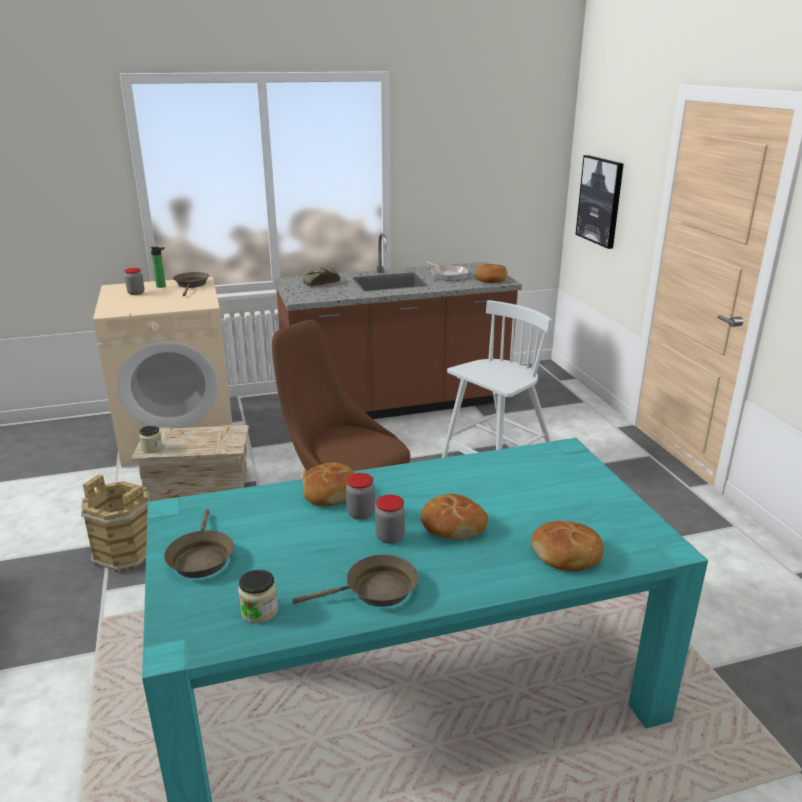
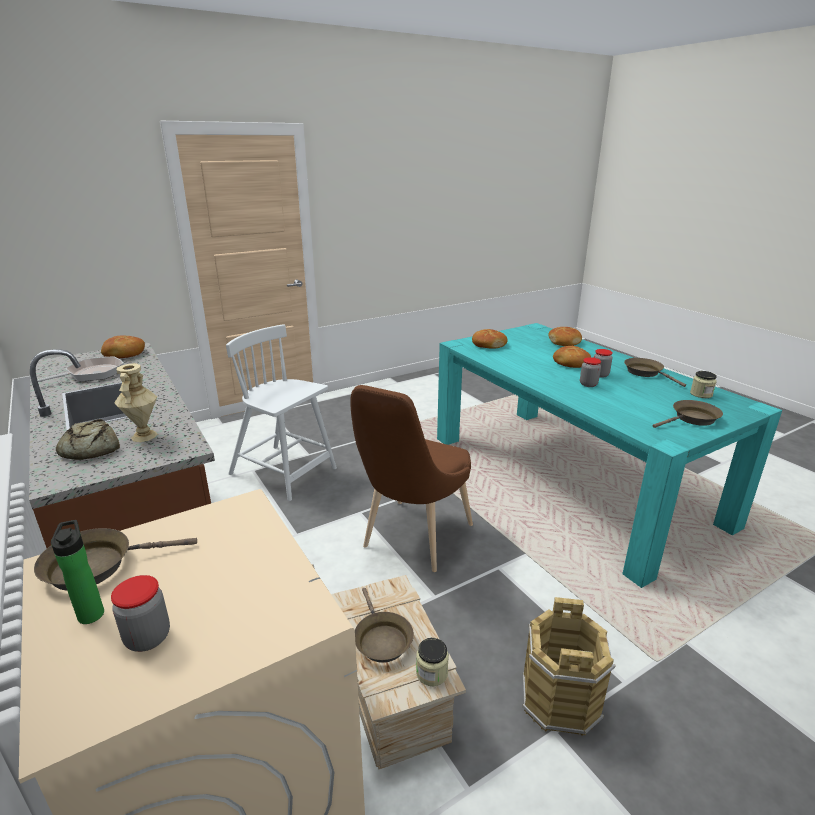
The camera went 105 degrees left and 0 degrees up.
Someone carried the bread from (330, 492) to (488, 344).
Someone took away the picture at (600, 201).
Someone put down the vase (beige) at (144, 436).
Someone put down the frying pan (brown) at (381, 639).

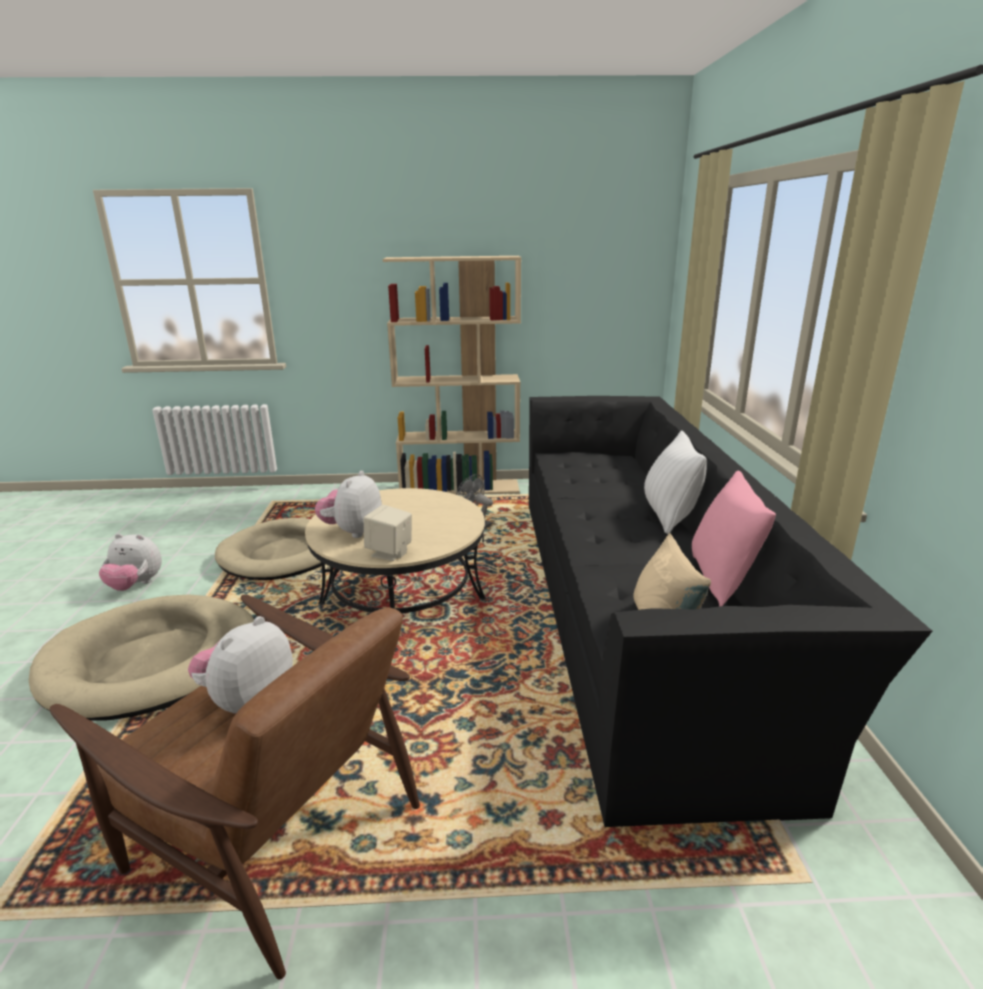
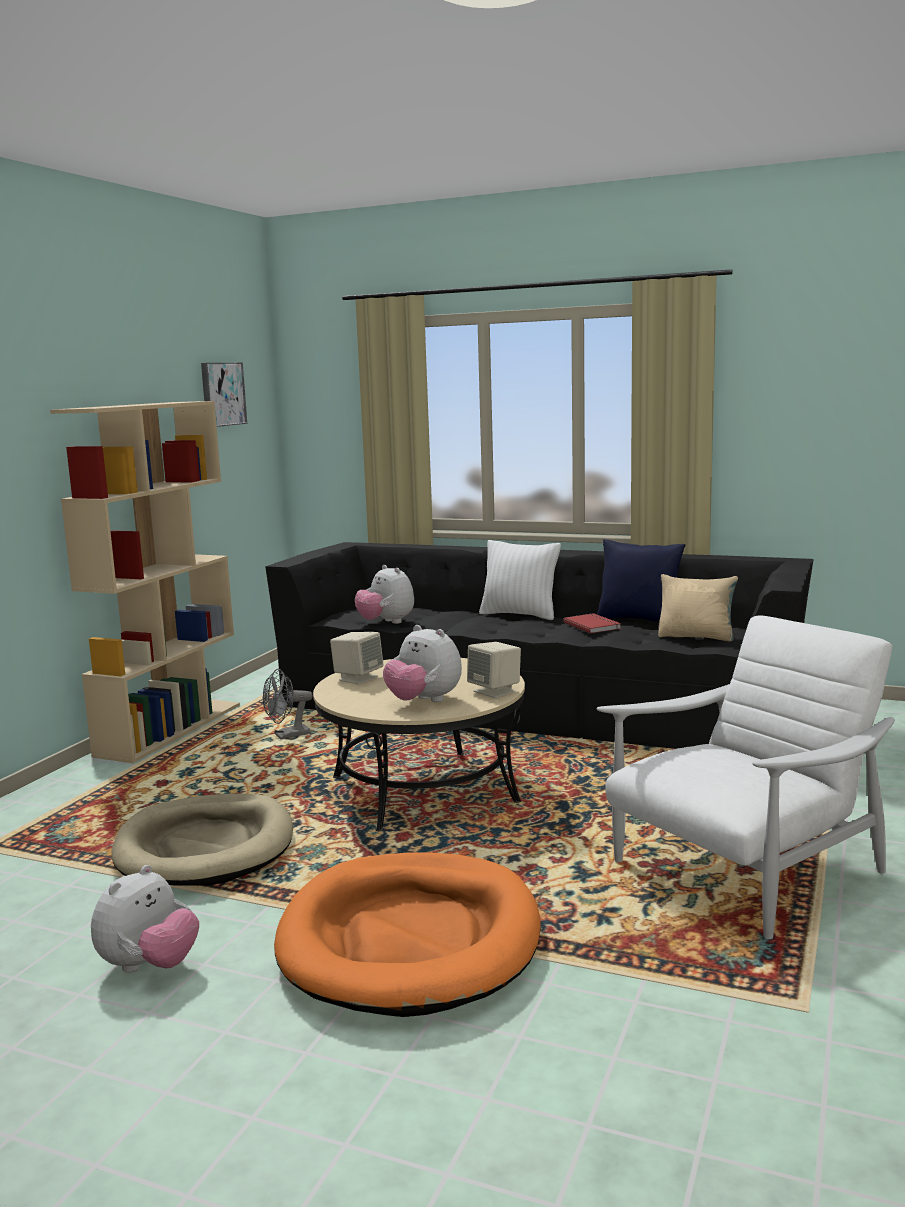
The camera went 65 degrees left and 10 degrees down.
Someone repainted the dog bed (beige) at (153, 661), which became the dog bed (orange) at (410, 939).
Someone repainted the armchair (brown) at (272, 830), which became the armchair (white) at (744, 871).
Someone carried the plush toy from (248, 700) to (386, 623).
Someone repainted the pillow (pink) at (722, 580), which became the pillow (blue) at (639, 621).
Someone put up the picture at (222, 394).
Someone put down the speaker (beige) at (358, 678).
Someone put down the book (red) at (593, 625).

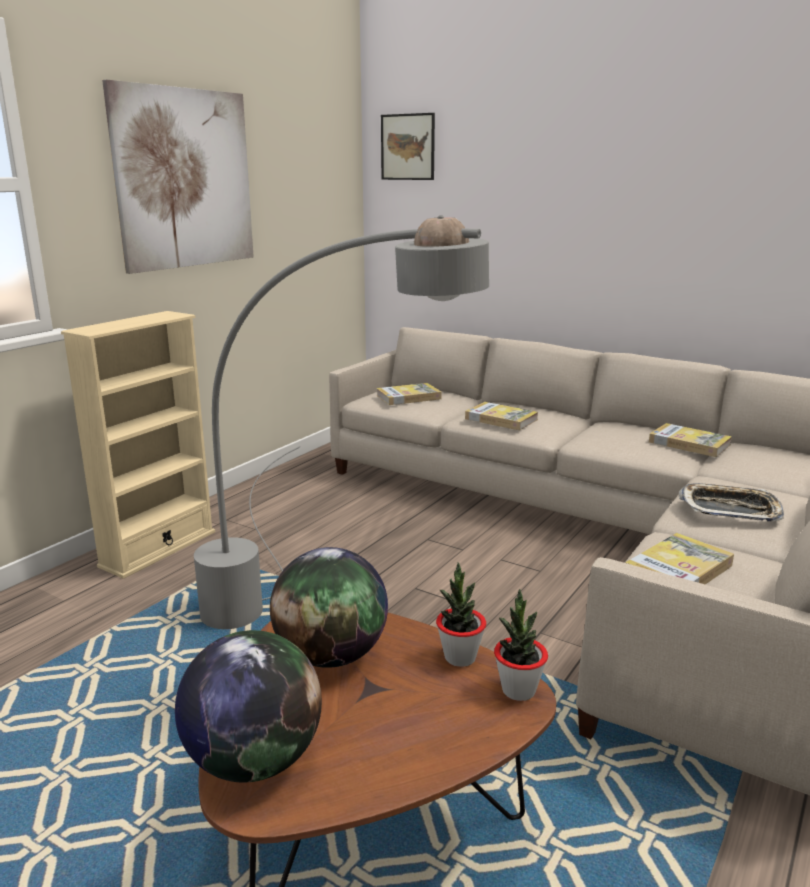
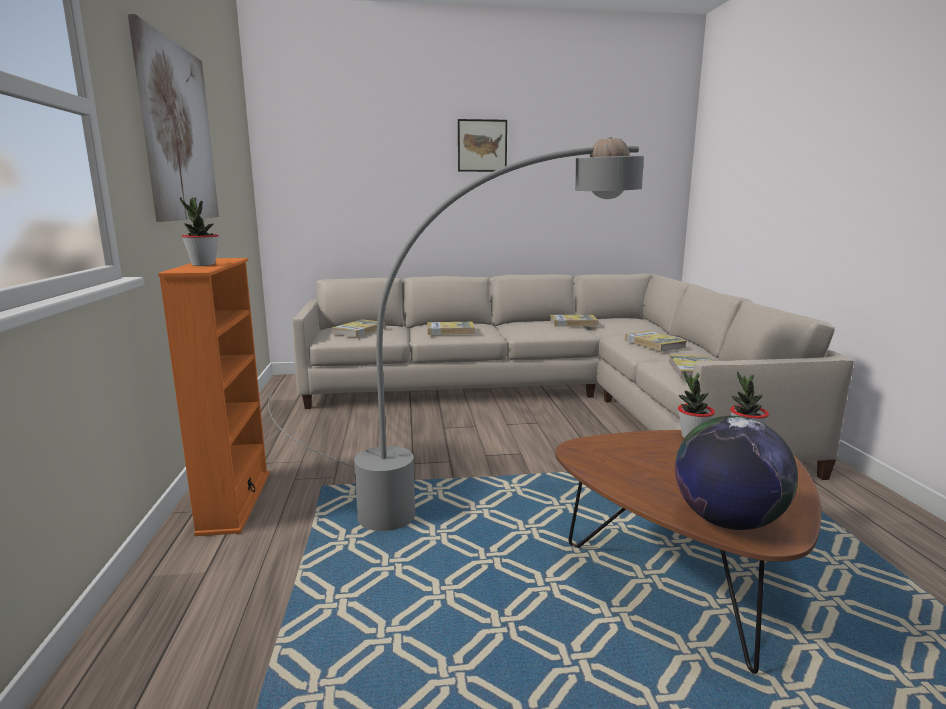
The camera went 40 degrees left and 5 degrees down.
Someone repainted the bookcase (beige) at (158, 549), which became the bookcase (orange) at (235, 502).
Someone took away the globe at (331, 656).
Someone carried the picture from (408, 147) to (482, 145).
Someone swapped the tray at (730, 509) for the book at (654, 344).
Someone put down the potted plant at (203, 264).

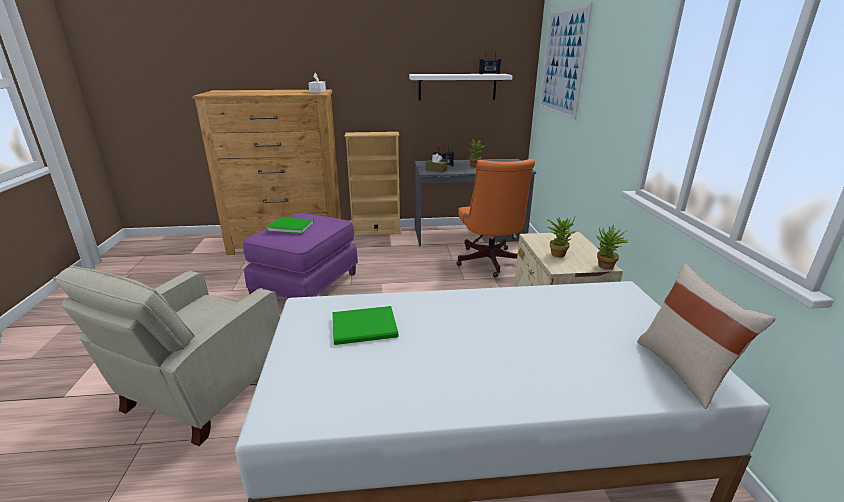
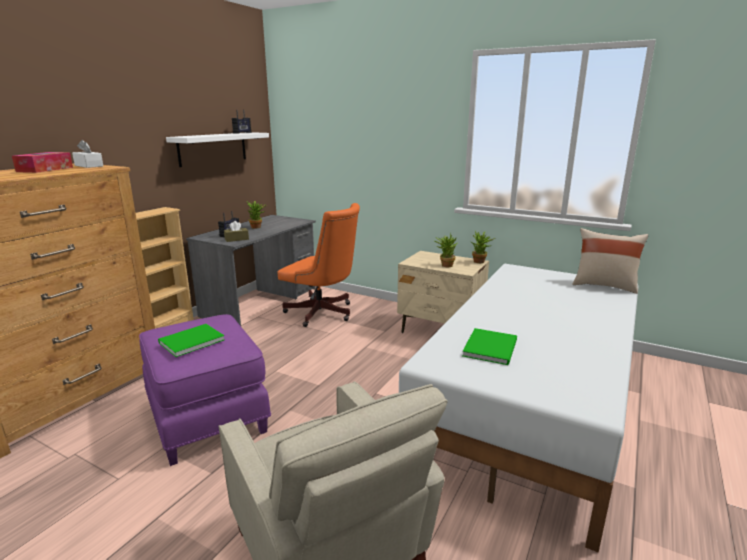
The camera went 55 degrees left and 5 degrees down.
Someone took away the picture at (563, 62).
Someone put down the tissue box at (45, 169).

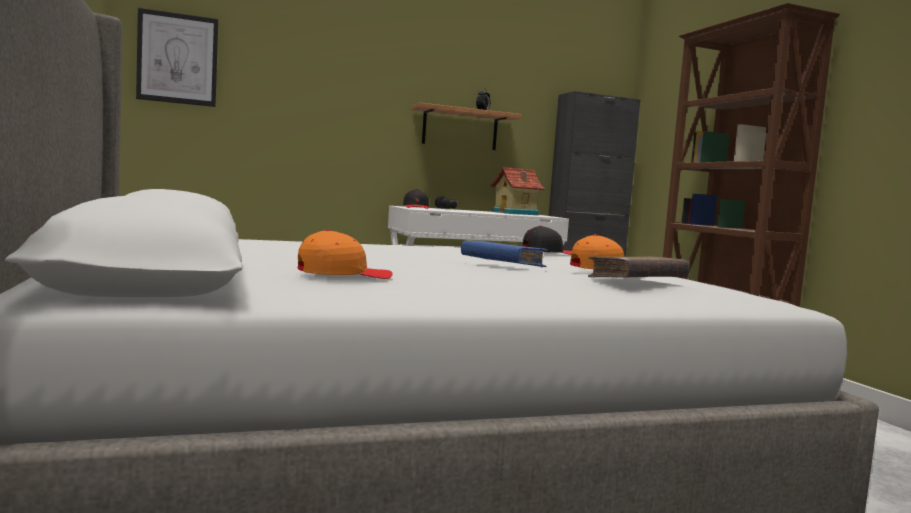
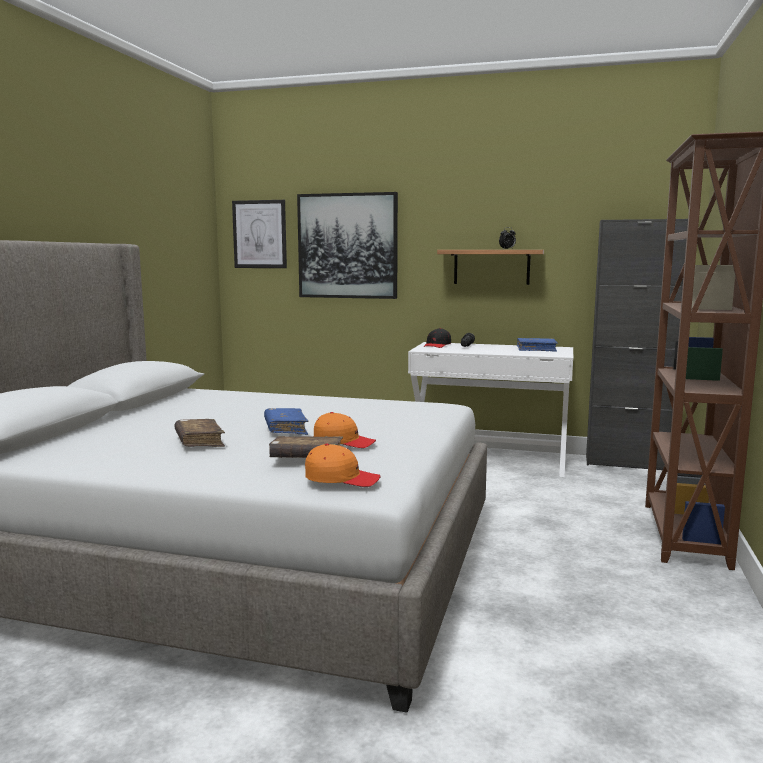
The camera went 35 degrees right and 5 degrees up.
Someone carried the cap (orange) from (343, 275) to (341, 478).
Someone swapped the toy house at (516, 213) for the book (blue) at (536, 349).
Someone took away the cap (black) at (548, 253).
Someone put down the book (brown) at (199, 441).
Someone put up the picture at (347, 246).

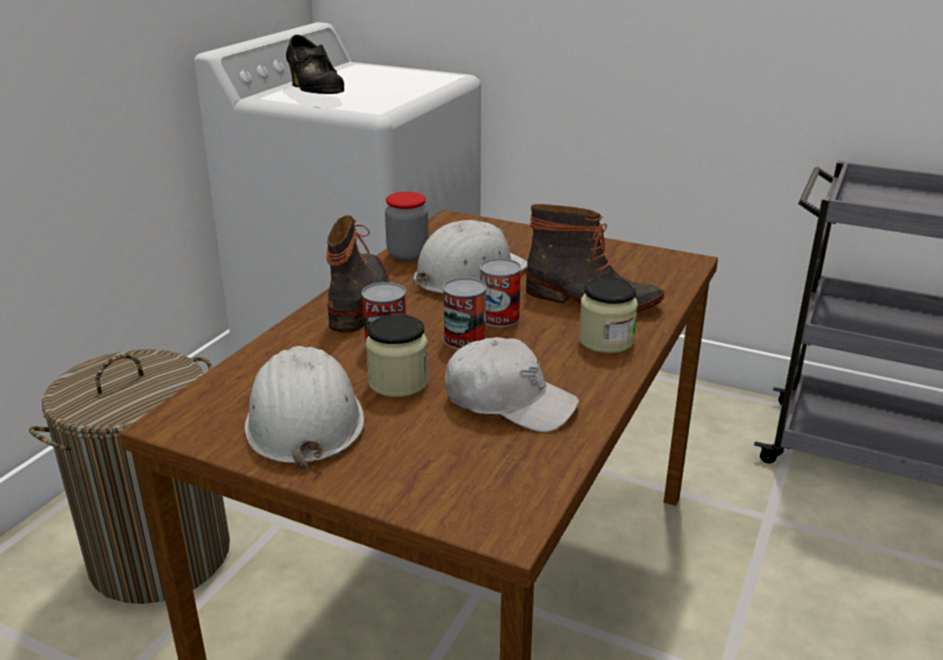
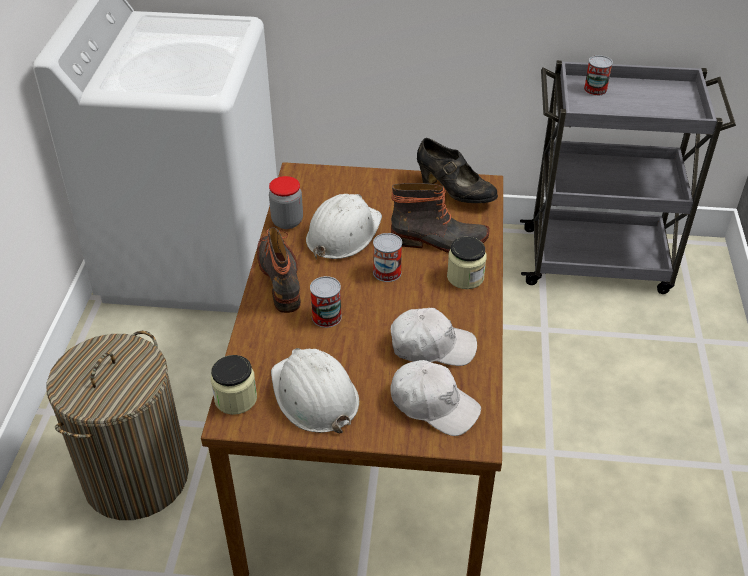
The camera went 20 degrees left and 15 degrees up.
Someone carried the shoe (black) from (315, 93) to (454, 192).
Someone carried the jar from (398, 382) to (235, 399).
Someone carried the can from (464, 339) to (595, 89).
Someone put down the cap (white) at (433, 405).

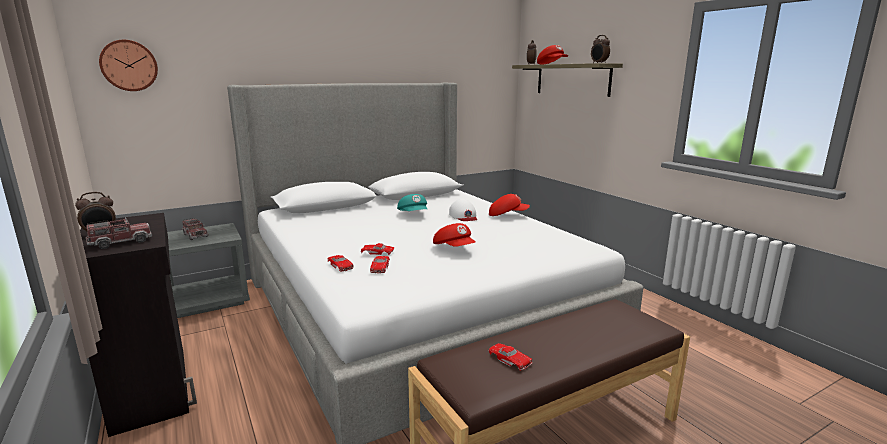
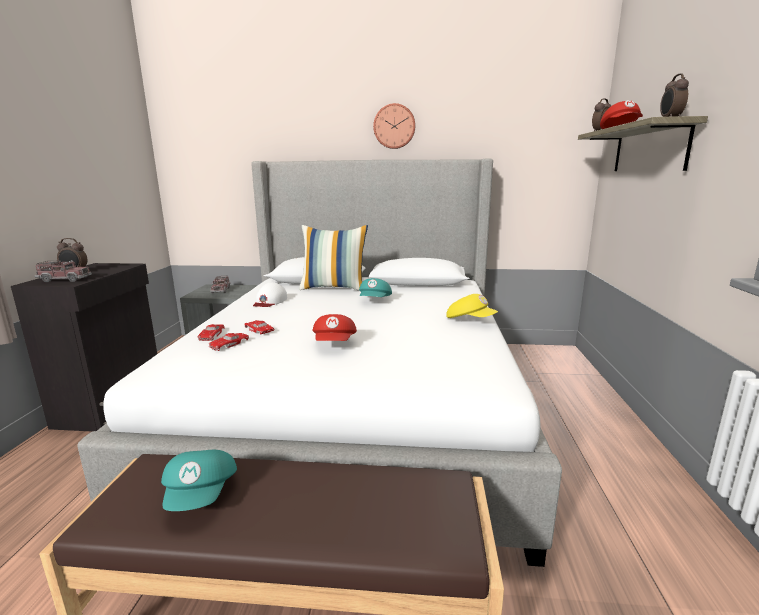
The camera went 35 degrees right and 0 degrees up.
Someone carried the wall clock from (129, 65) to (394, 126).
Someone carried the cap (white) from (463, 216) to (269, 301).
Someone repainted the cap (red) at (507, 215), which became the cap (yellow) at (470, 320).
Someone swapped the toy car (red) at (509, 359) for the cap (turquoise) at (202, 494).
Someone put down the pillow at (334, 288).

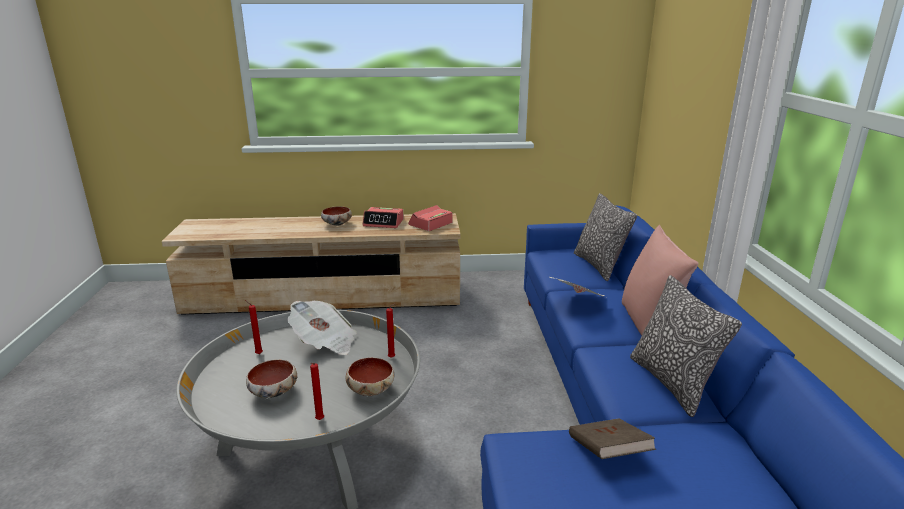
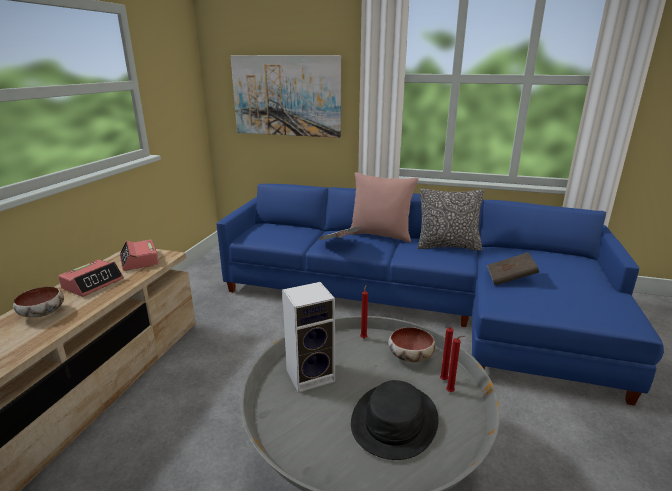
The camera went 70 degrees left and 0 degrees up.
Someone carried the candle (red) from (258, 354) to (443, 380).
Someone swapped the bowl at (273, 392) for the hat (black) at (395, 421).
Someone swapped the newspaper at (325, 342) for the speaker at (311, 375).
Someone took away the pillow at (599, 265).
Someone put up the picture at (286, 96).

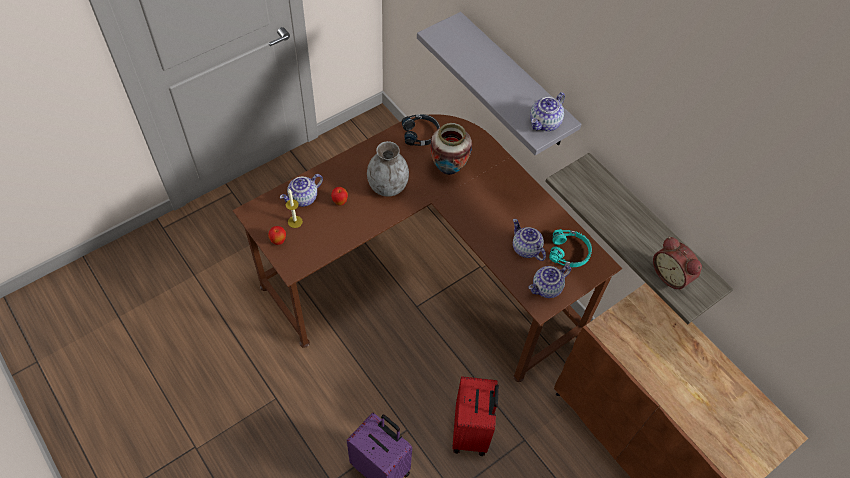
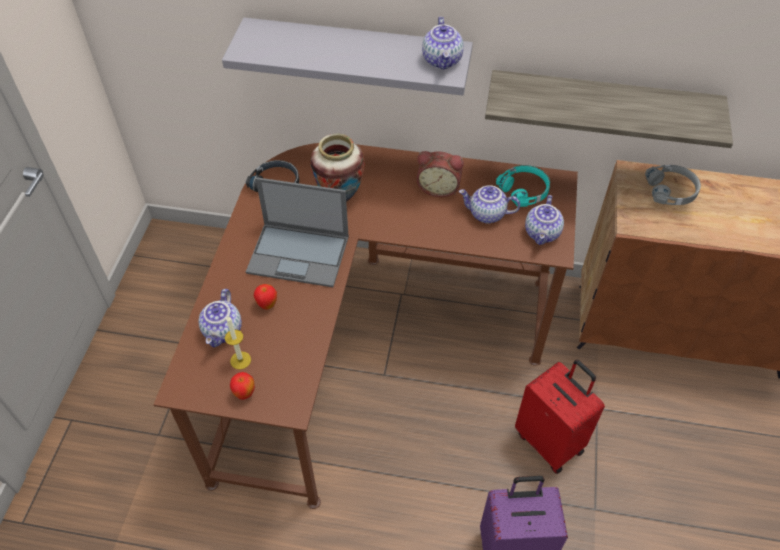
The camera went 40 degrees left and 5 degrees down.
Someone swapped the vase (grey) at (388, 186) for the laptop at (299, 254).
Someone carried the alarm clock from (671, 275) to (438, 187).
Someone put down the headphones (grey) at (671, 190).

